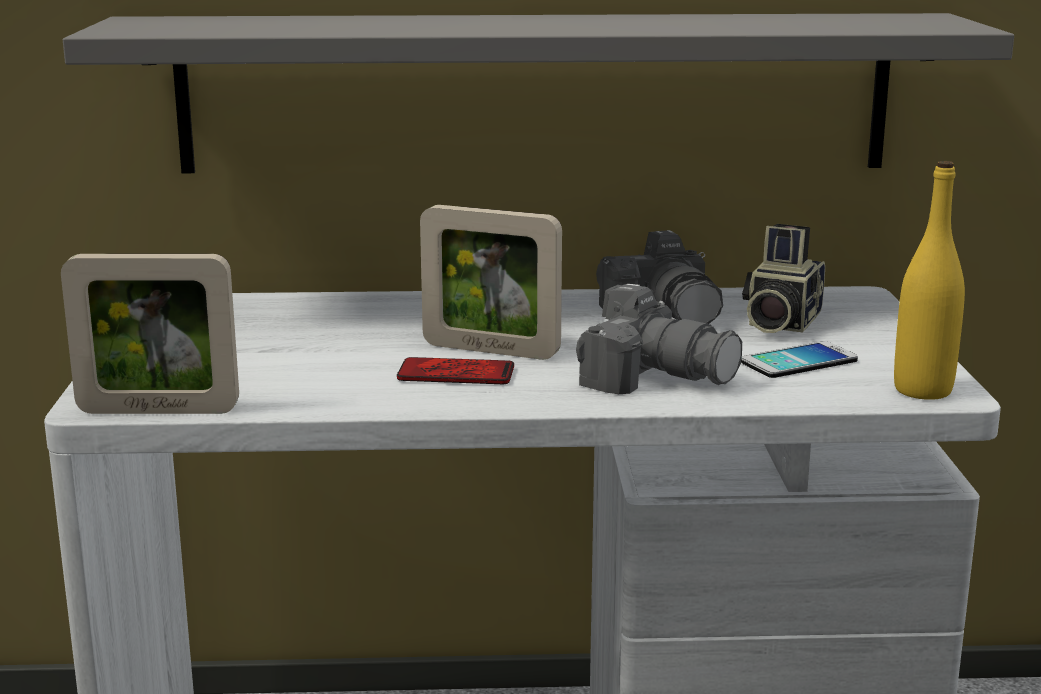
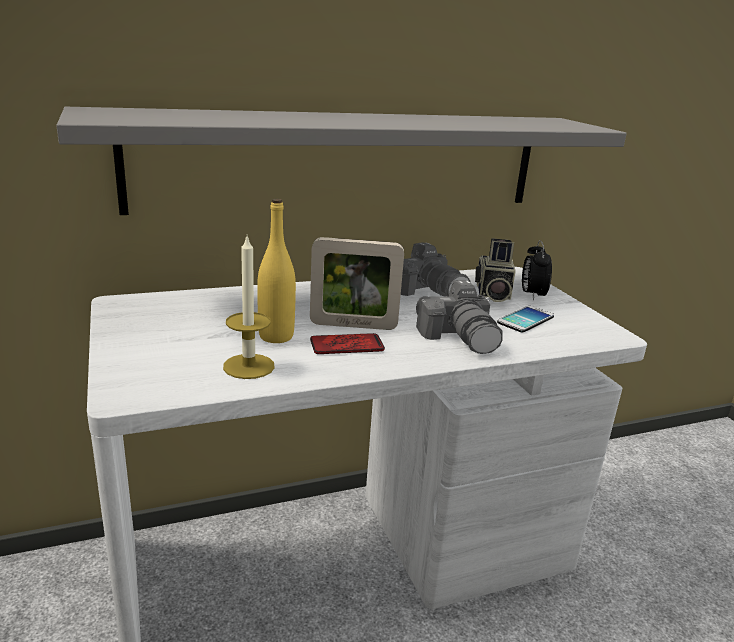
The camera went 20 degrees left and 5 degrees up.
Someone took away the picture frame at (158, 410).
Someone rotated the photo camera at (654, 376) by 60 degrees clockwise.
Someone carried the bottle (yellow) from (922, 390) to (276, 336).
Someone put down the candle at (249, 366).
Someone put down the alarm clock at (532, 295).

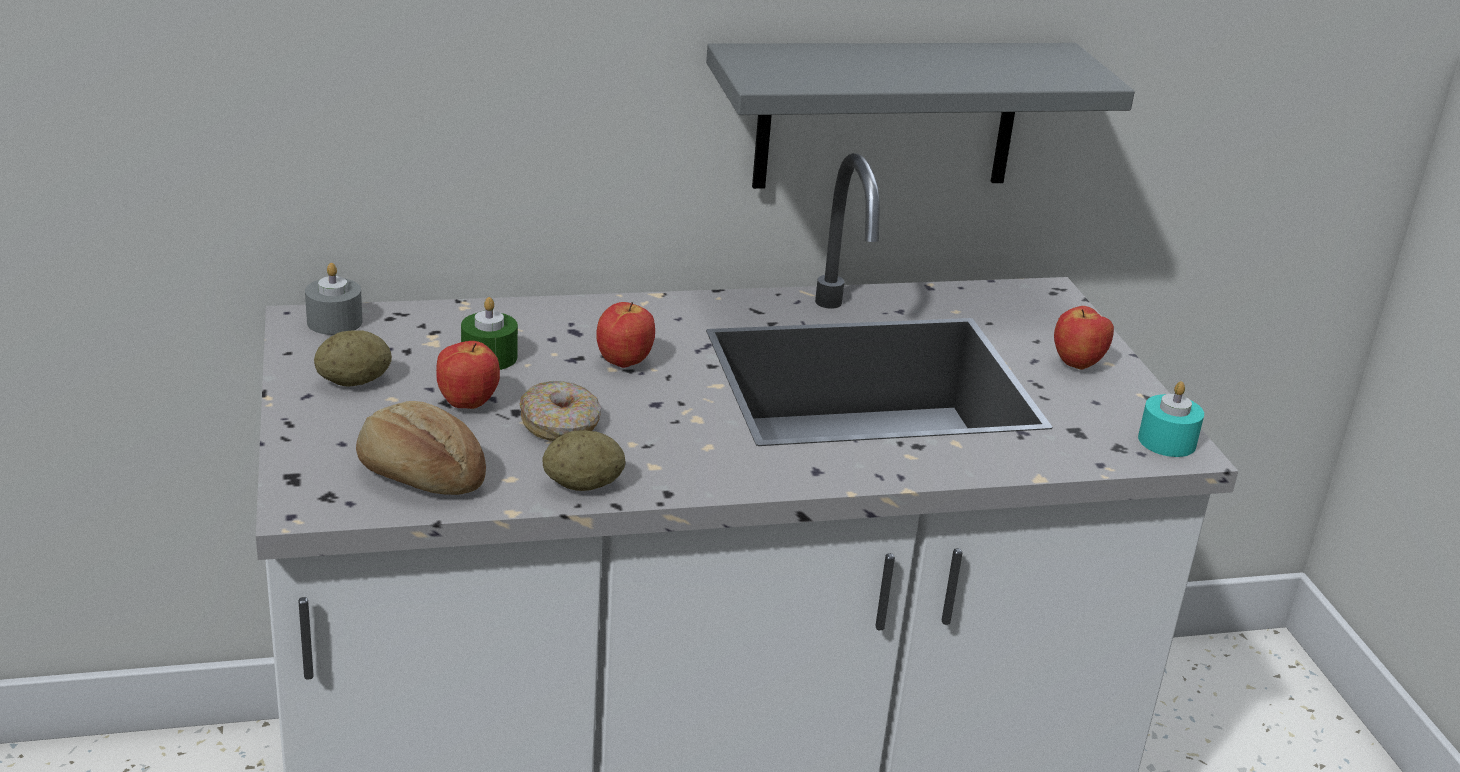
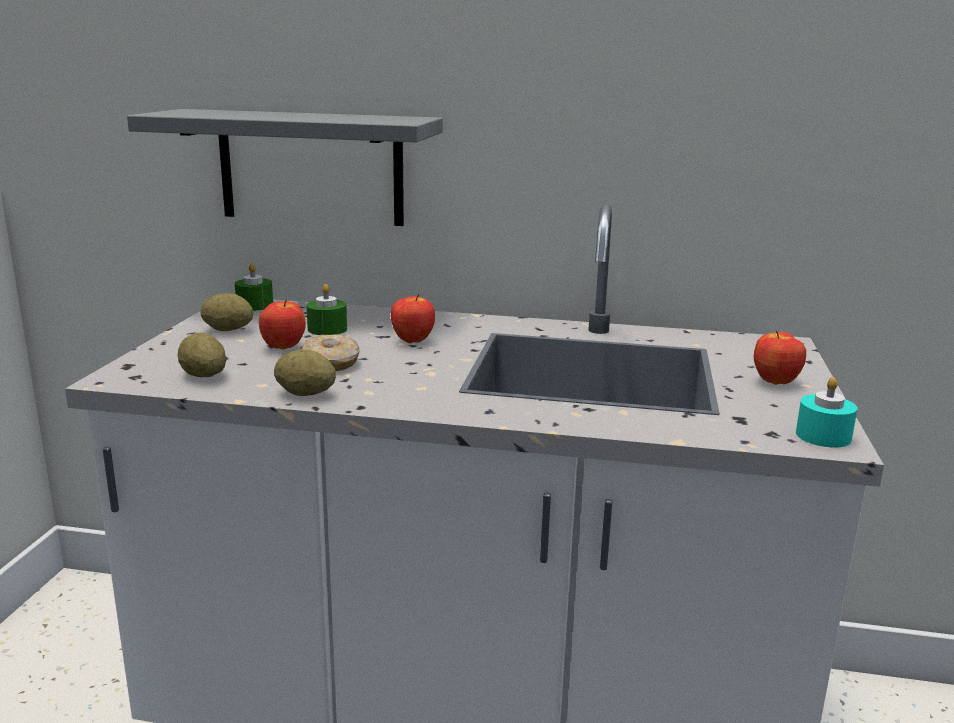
The camera went 25 degrees right and 10 degrees down.
Someone repainted the candle (grey) at (334, 322), which became the candle (green) at (255, 305).
Someone swapped the bread at (419, 477) for the potato at (204, 376).
Someone carried the shelf (grey) from (887, 114) to (311, 167).

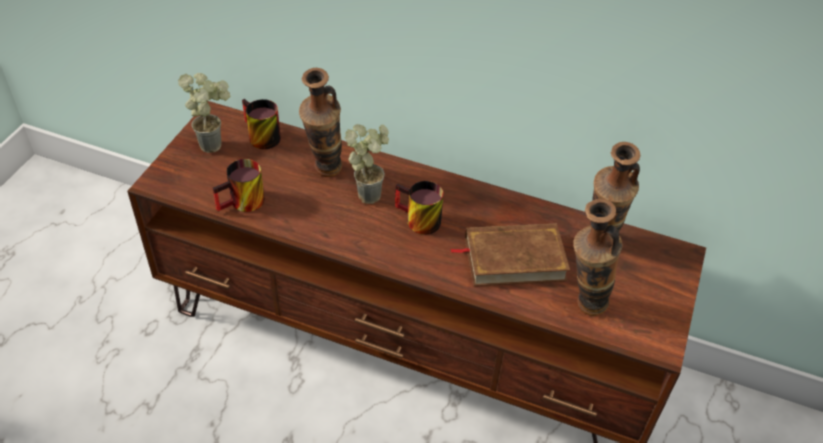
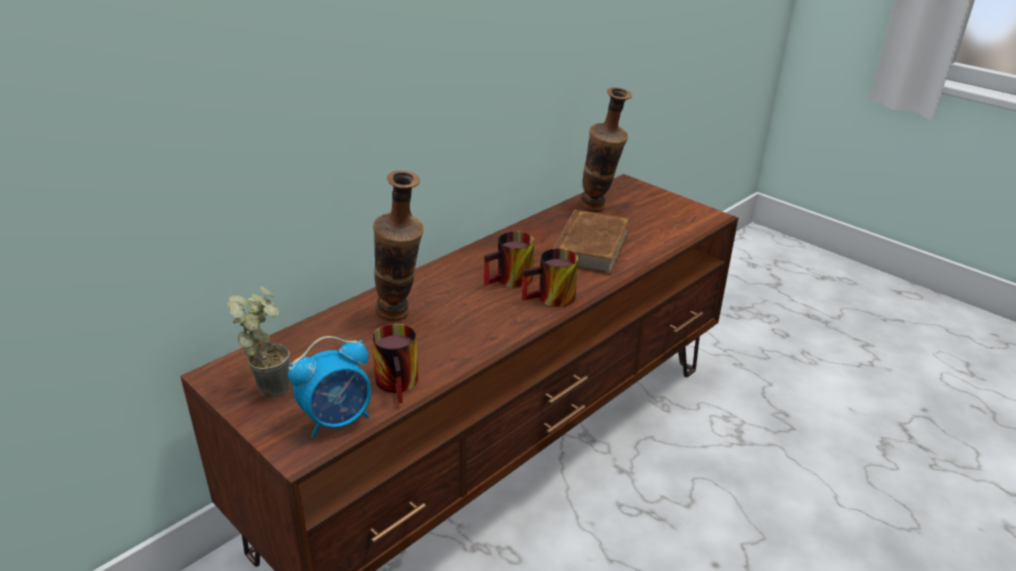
The camera went 65 degrees left and 15 degrees down.
Someone carried the mug from (259, 137) to (551, 299).
Someone took away the potted plant at (370, 191).
Someone took away the vase at (582, 307).
Someone put down the alarm clock at (338, 420).

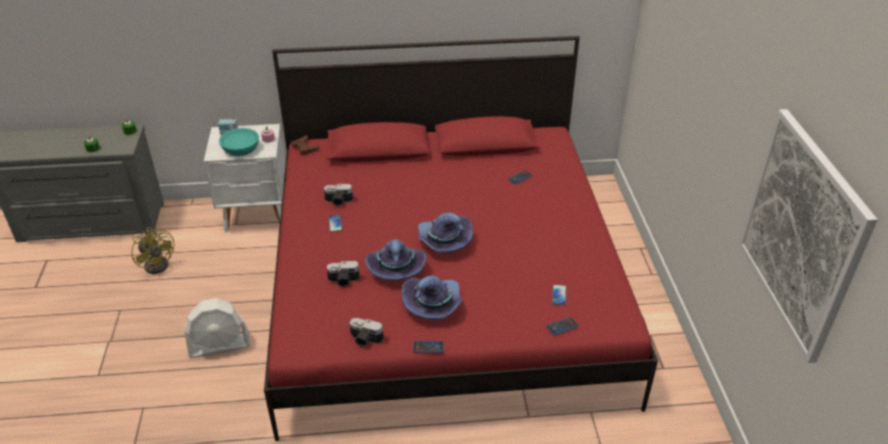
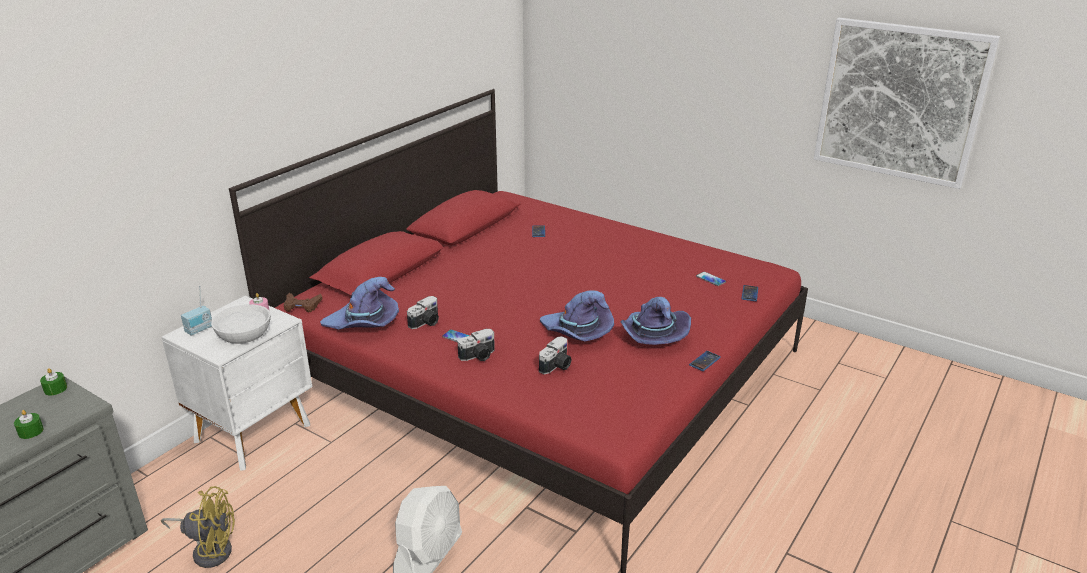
The camera went 50 degrees left and 10 degrees down.
Someone repainted the bowl (turquoise) at (240, 149), which became the bowl (white) at (244, 334).
Someone carried the photo camera from (365, 340) to (479, 356).
Someone carried the hat (purple) from (443, 242) to (364, 323).

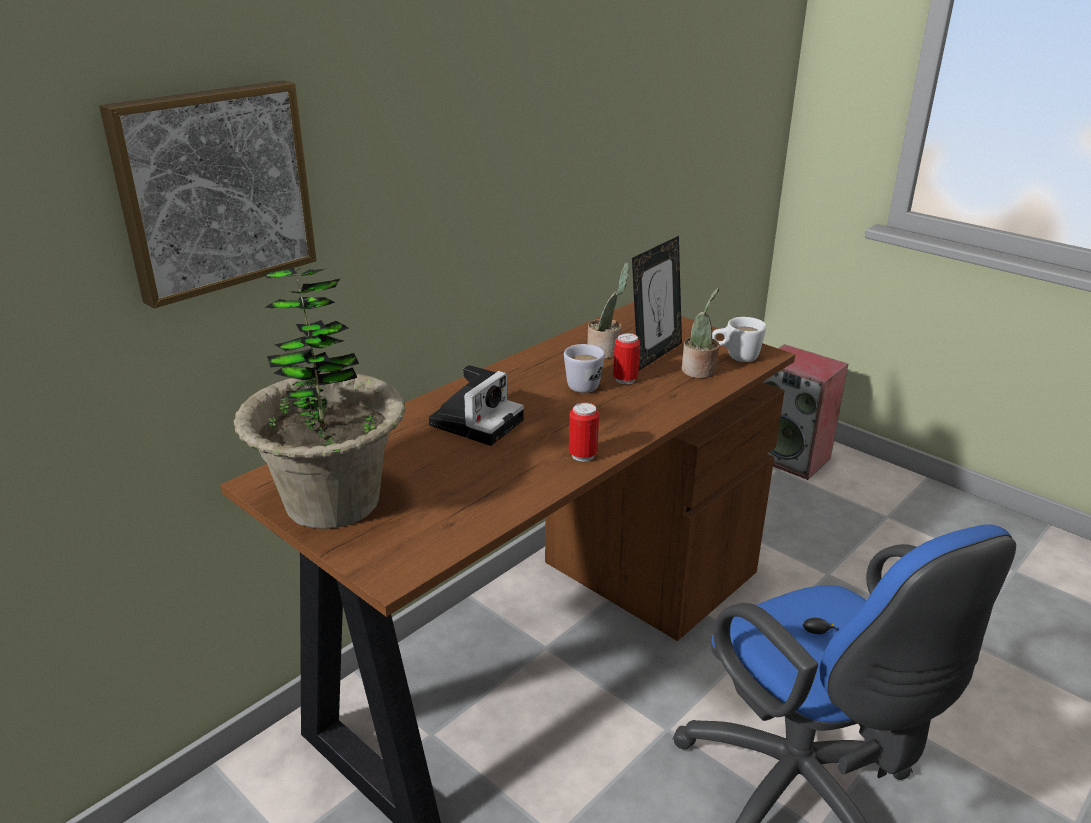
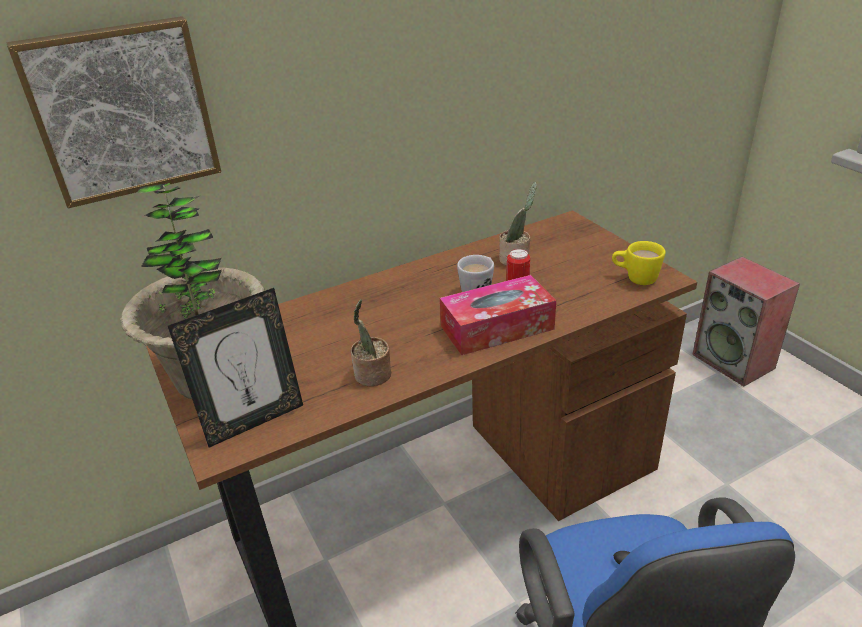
The camera went 20 degrees right and 5 degrees up.
Someone took away the photo camera at (477, 421).
Someone took away the can at (583, 455).
Someone carried the picture frame from (654, 354) to (254, 421).
Someone carried the potted plant from (699, 372) to (372, 376).
Someone repainted the mug (white) at (735, 357), which became the mug (yellow) at (635, 278).
Someone put down the tissue box at (497, 327).

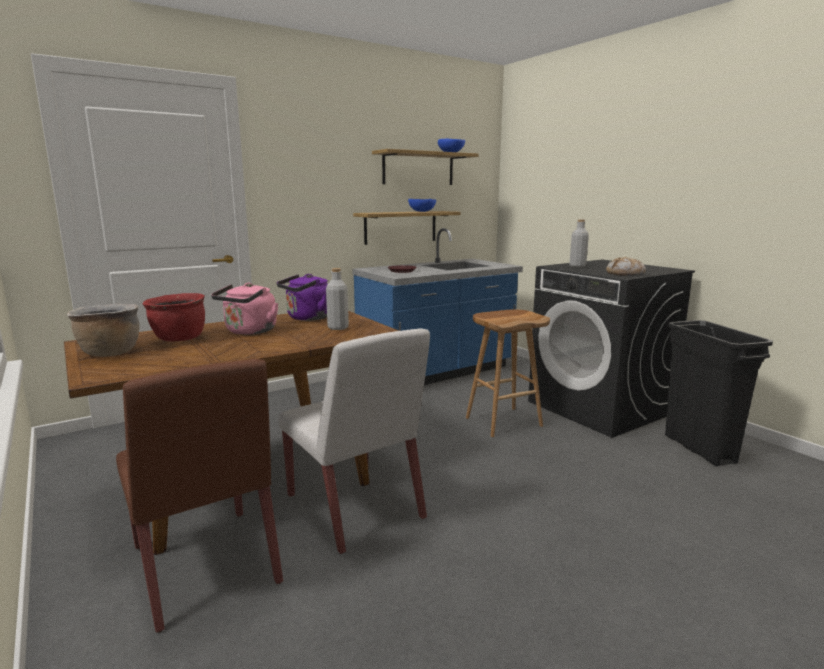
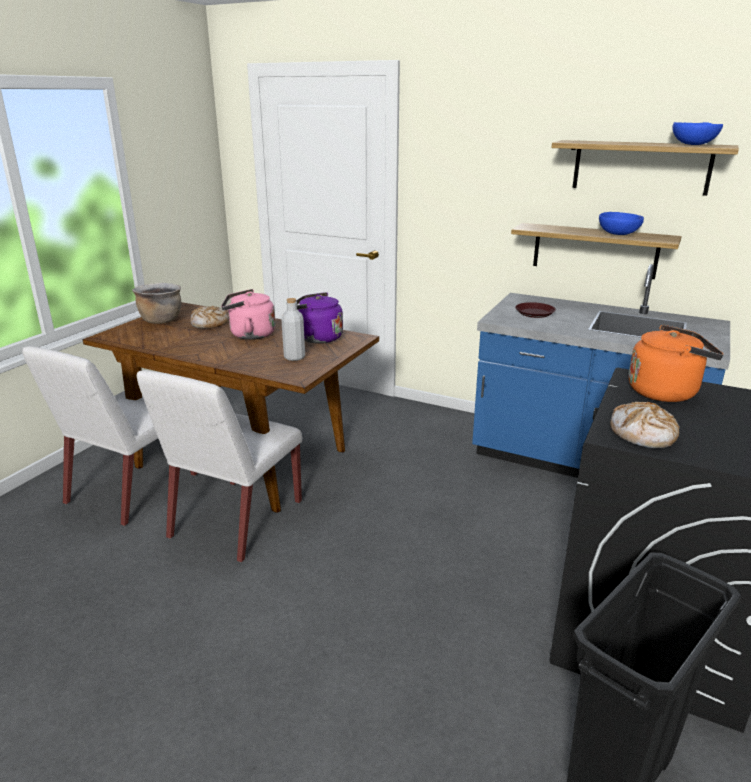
The camera went 60 degrees right and 10 degrees up.
Someone repainted the chair (brown) at (206, 565), which became the chair (white) at (131, 489).
Someone swapped the cooking pot (red) at (179, 339) for the bread at (209, 324).
Someone took away the stool (brown) at (504, 421).
Someone swapped the bottle (grey) at (577, 266) for the kettle (orange) at (666, 392).

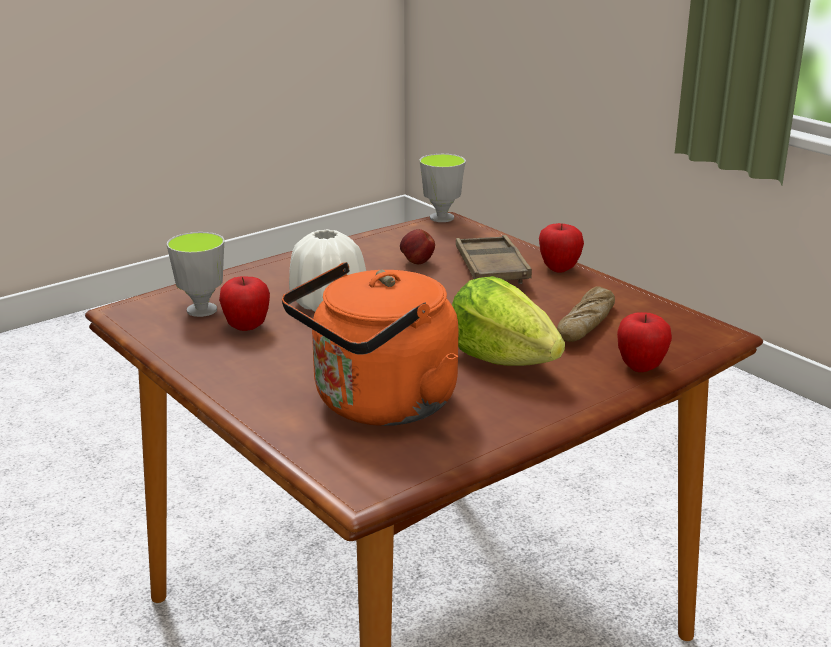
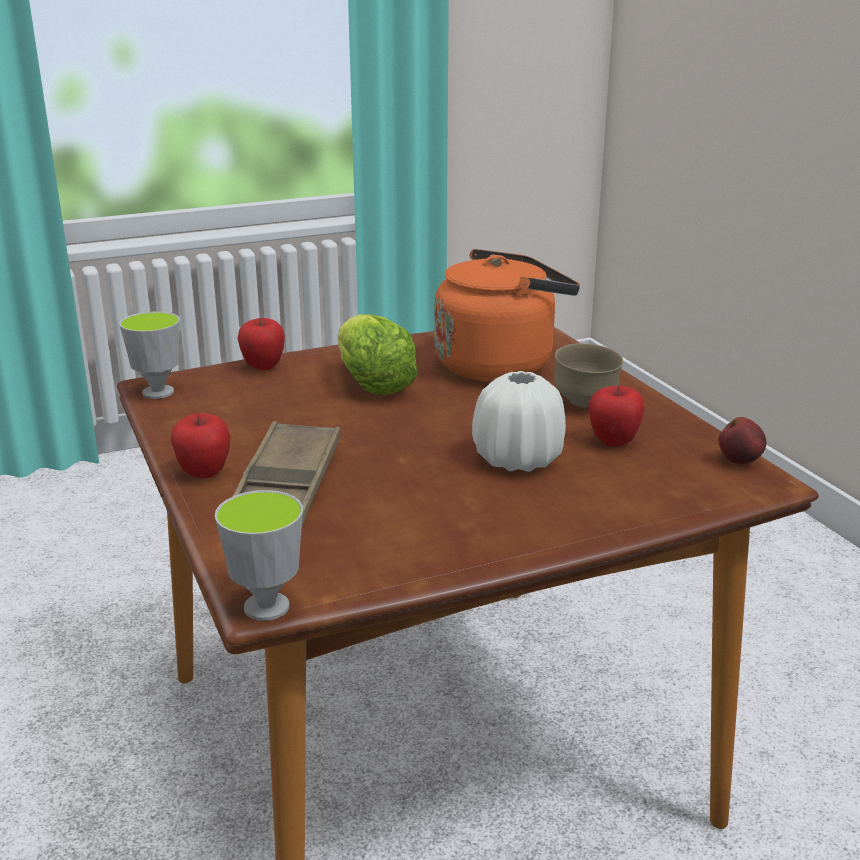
The camera went 165 degrees left and 0 degrees up.
Someone carried the cup from (202, 310) to (158, 392).
Someone carried the apple from (417, 263) to (739, 461).
Someone took away the bread at (586, 324).
Someone put down the bowl (brown) at (585, 404).

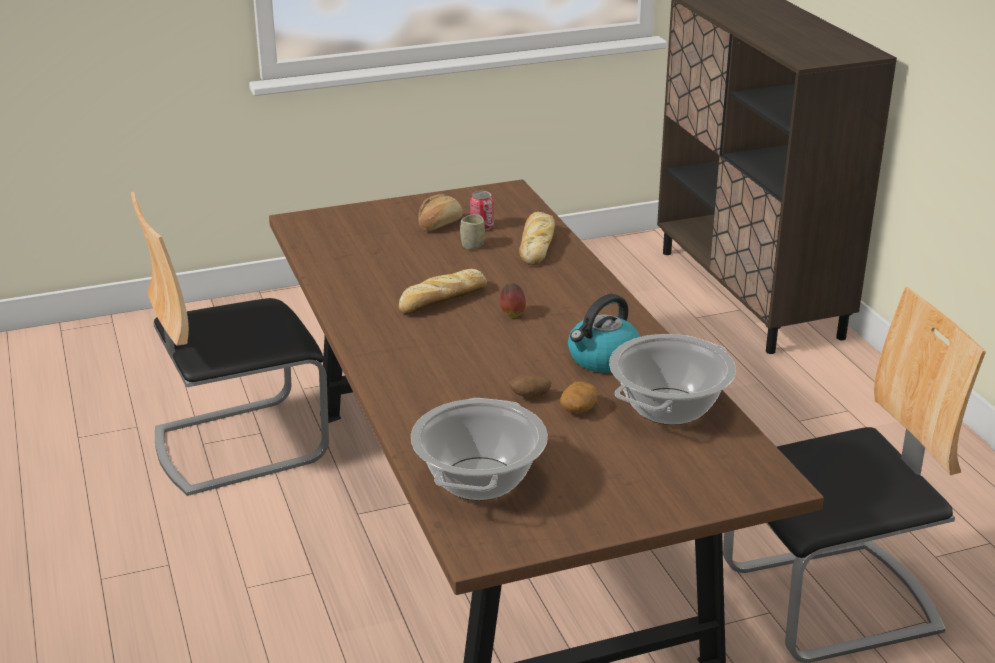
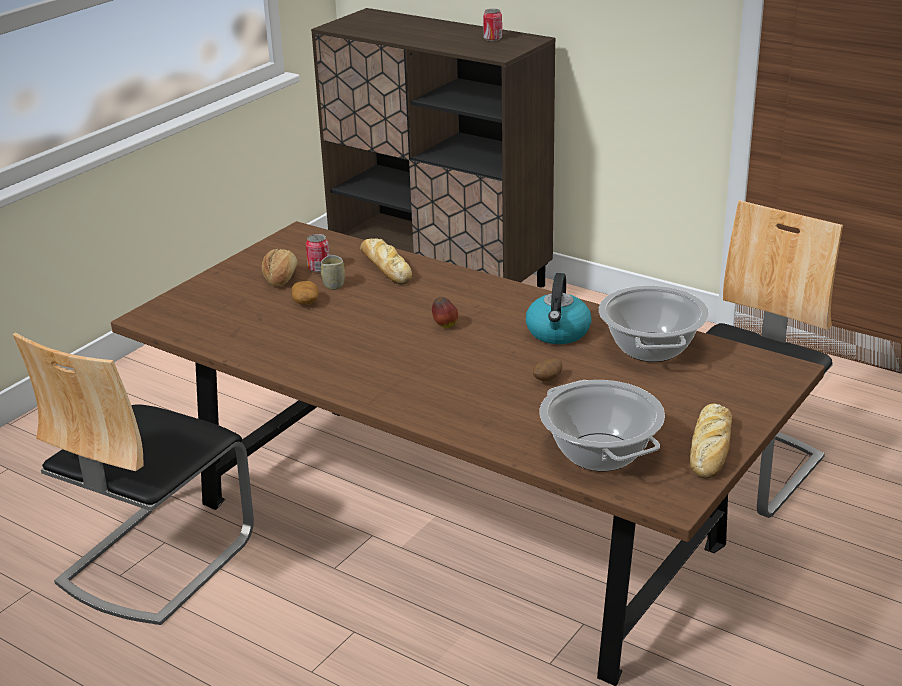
The camera went 35 degrees left and 0 degrees up.
Someone carried the bread from (442, 300) to (711, 449).
Someone carried the potato from (578, 408) to (306, 302).
Someone put down the can at (492, 38).

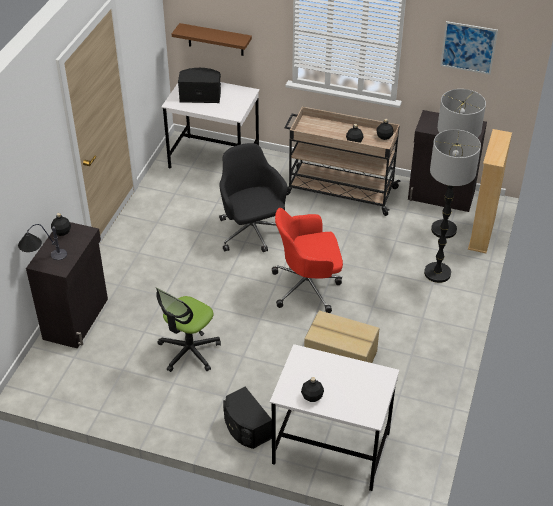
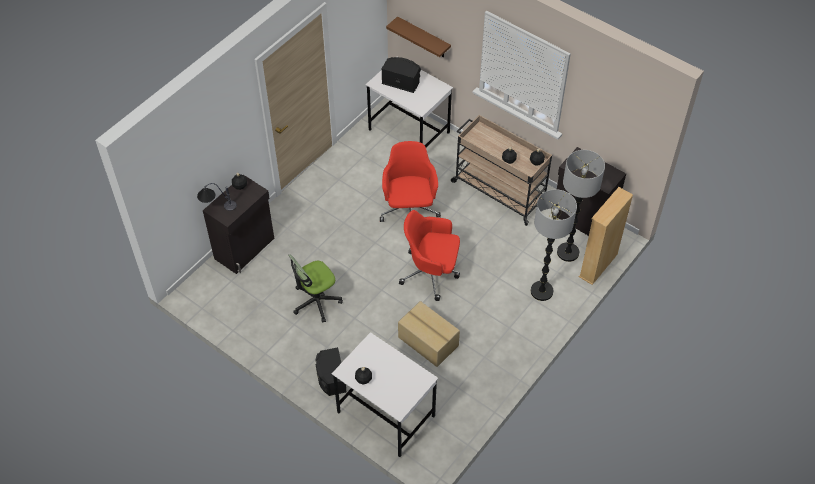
The camera went 20 degrees right and 10 degrees up.
Someone repainted the office chair (black) at (252, 233), which became the office chair (red) at (409, 210).
Someone took away the picture at (468, 47).

